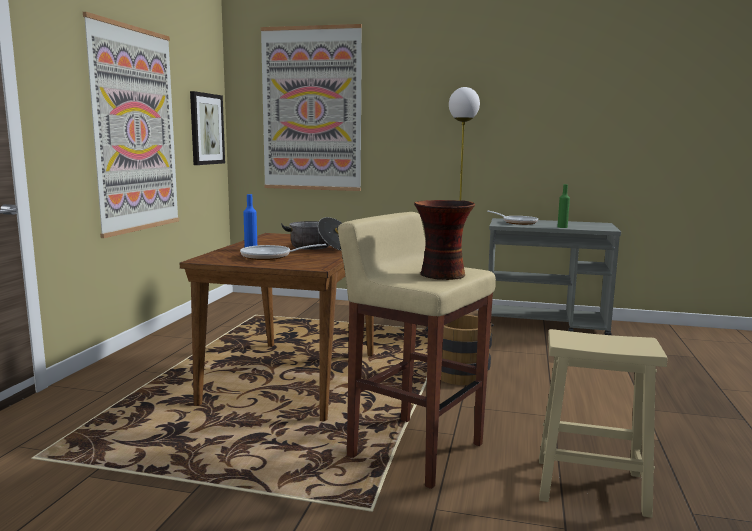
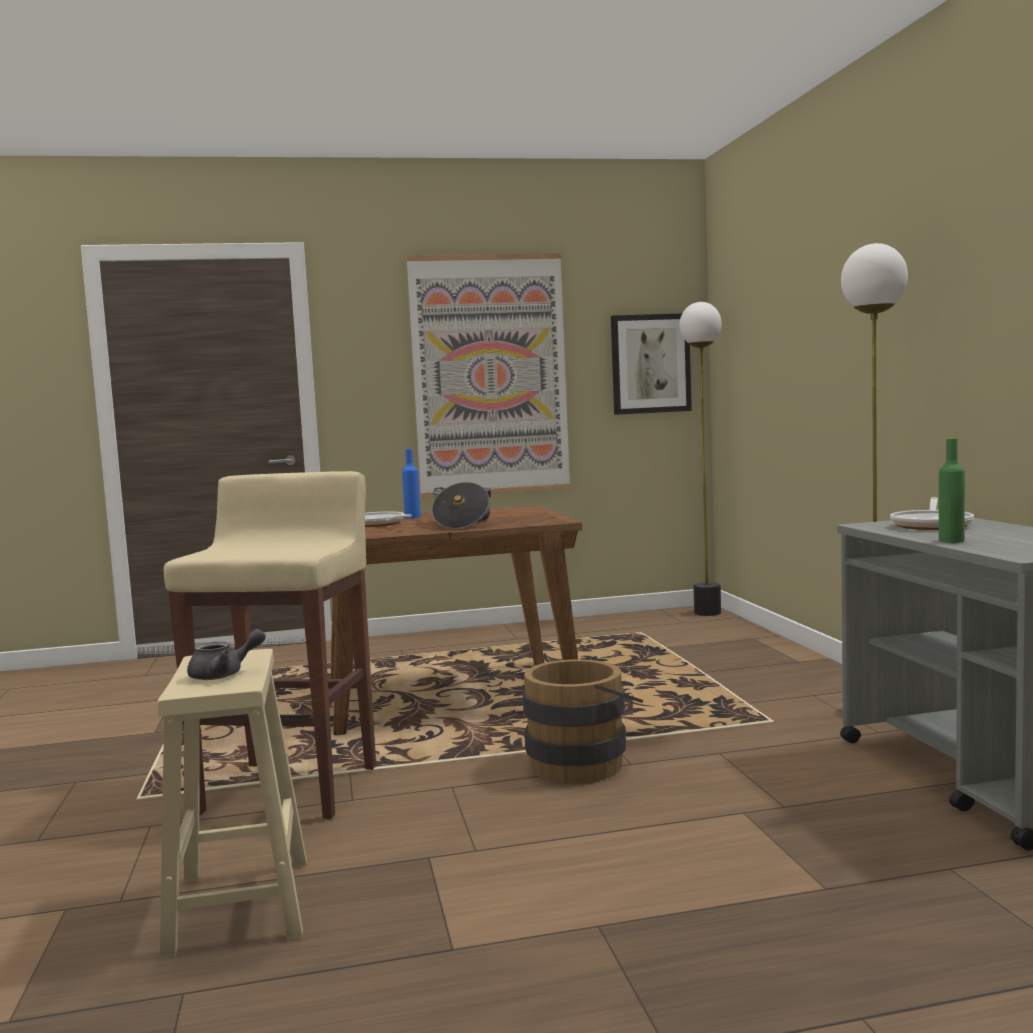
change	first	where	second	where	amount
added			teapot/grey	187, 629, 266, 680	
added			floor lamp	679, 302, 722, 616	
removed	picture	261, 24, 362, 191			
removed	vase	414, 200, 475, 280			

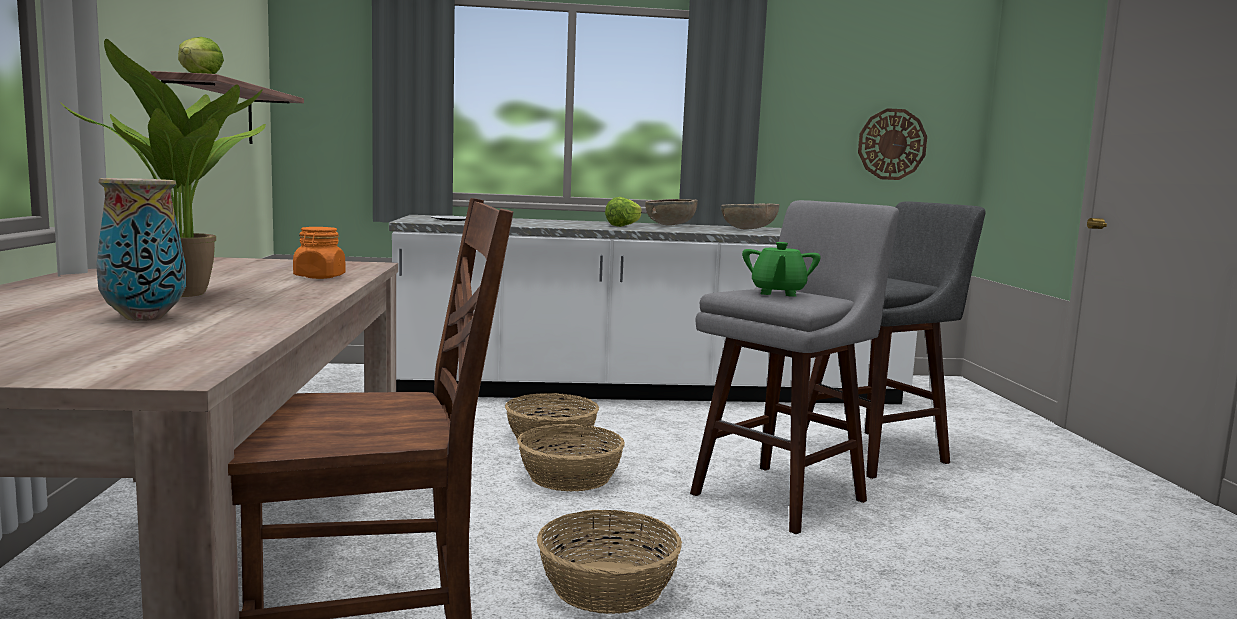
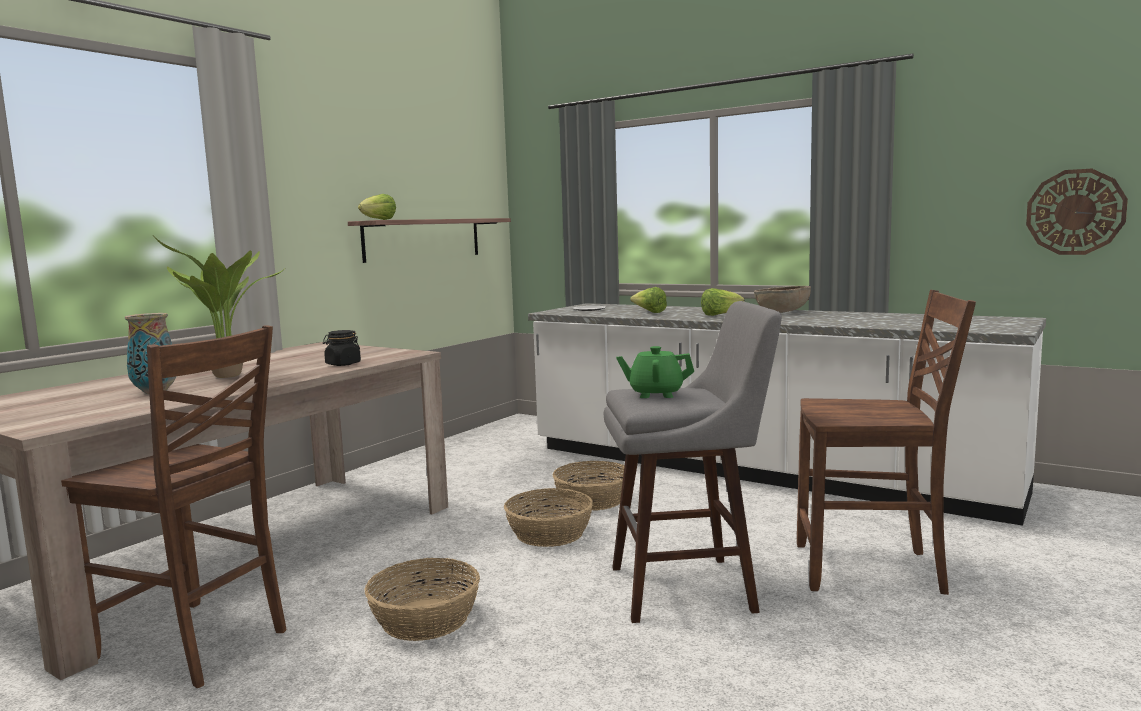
change	first	where	second	where	amount
recoloured	jar/orange	293, 227, 346, 279	jar/black	323, 330, 361, 366	
turned	teapot/green	742, 242, 821, 297		616, 346, 694, 398	45 degrees clockwise
added			lettuce	630, 287, 667, 313	
replaced	stool/grey	807, 201, 986, 479	chair/brown	797, 290, 976, 595	
removed	bowl/brown	721, 203, 779, 230			

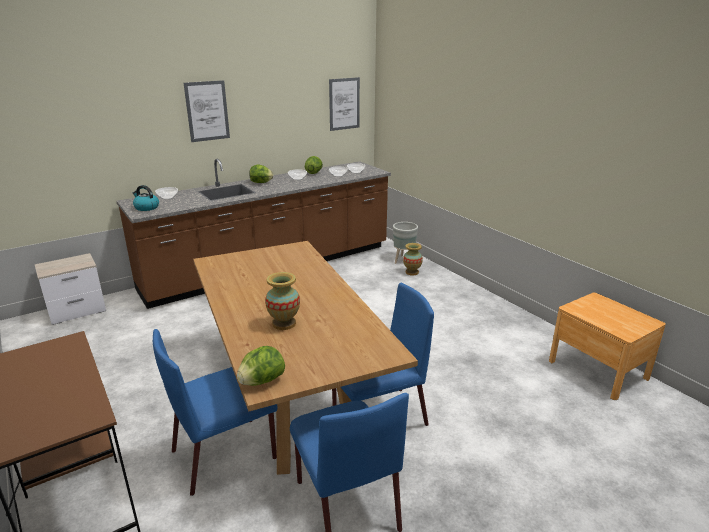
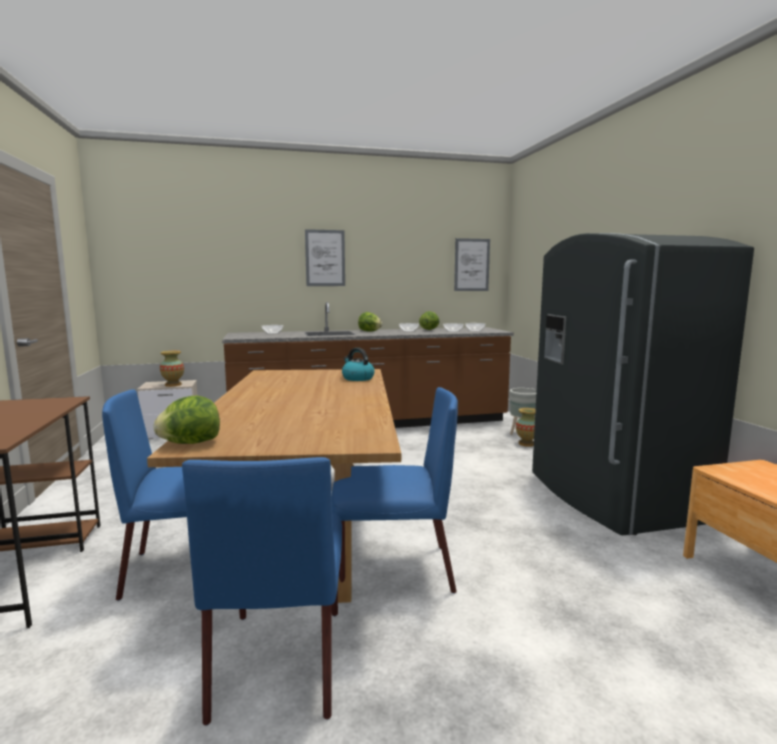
change	first	where	second	where	amount
moved	vase	265, 272, 300, 330		160, 351, 184, 387	
moved	kettle	133, 185, 159, 211		342, 348, 375, 381	
added			fridge/grey	532, 233, 754, 535	

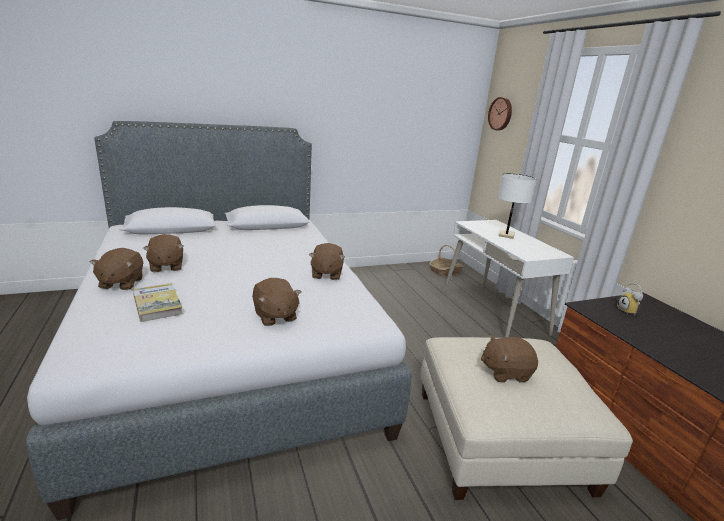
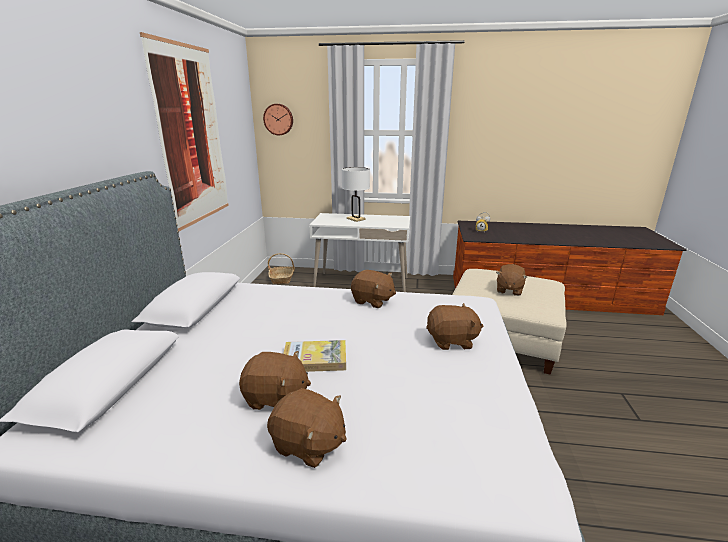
change	first	where	second	where	amount
added			picture	140, 32, 229, 231	
moved	book	133, 283, 183, 322		283, 340, 346, 372	

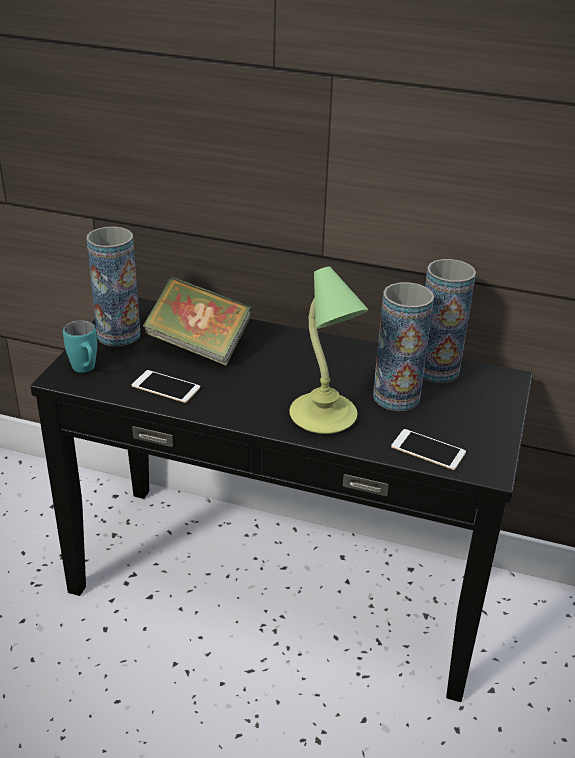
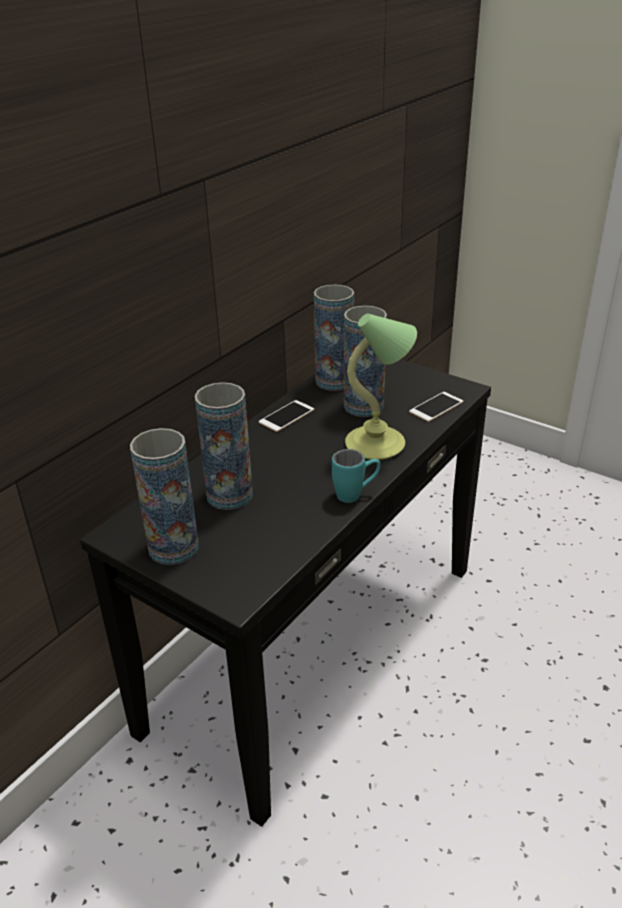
change	first	where	second	where	amount
replaced	book	143, 276, 253, 366	vase	195, 382, 253, 510	
moved	phone	132, 370, 200, 403		259, 400, 314, 432	
moved	mug/turquoise	63, 320, 97, 373		332, 449, 381, 503	

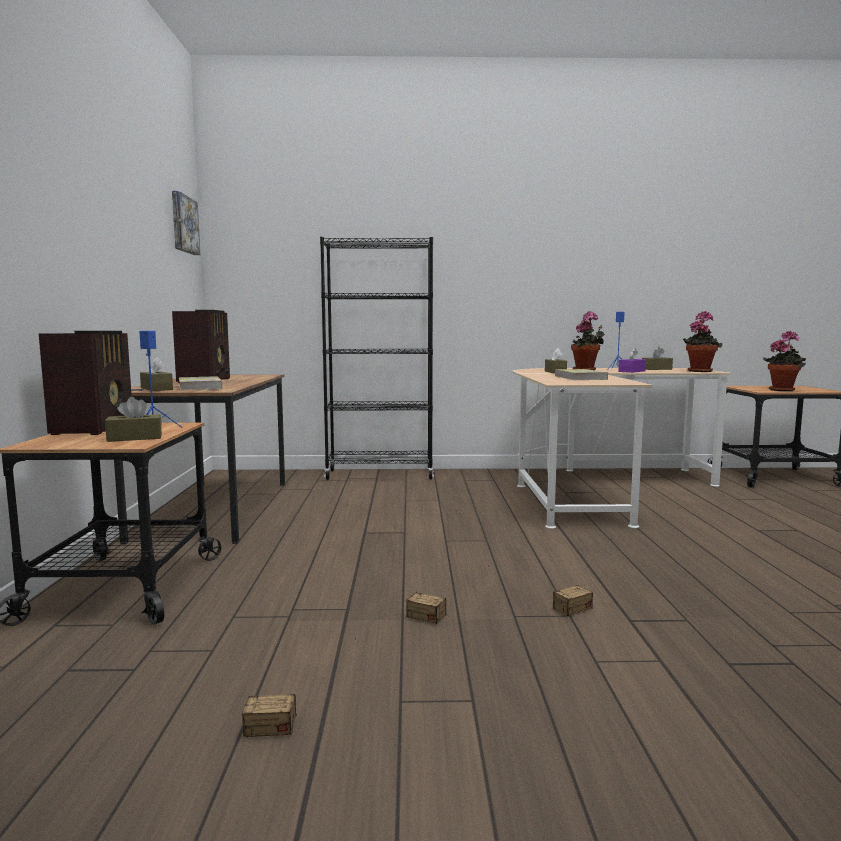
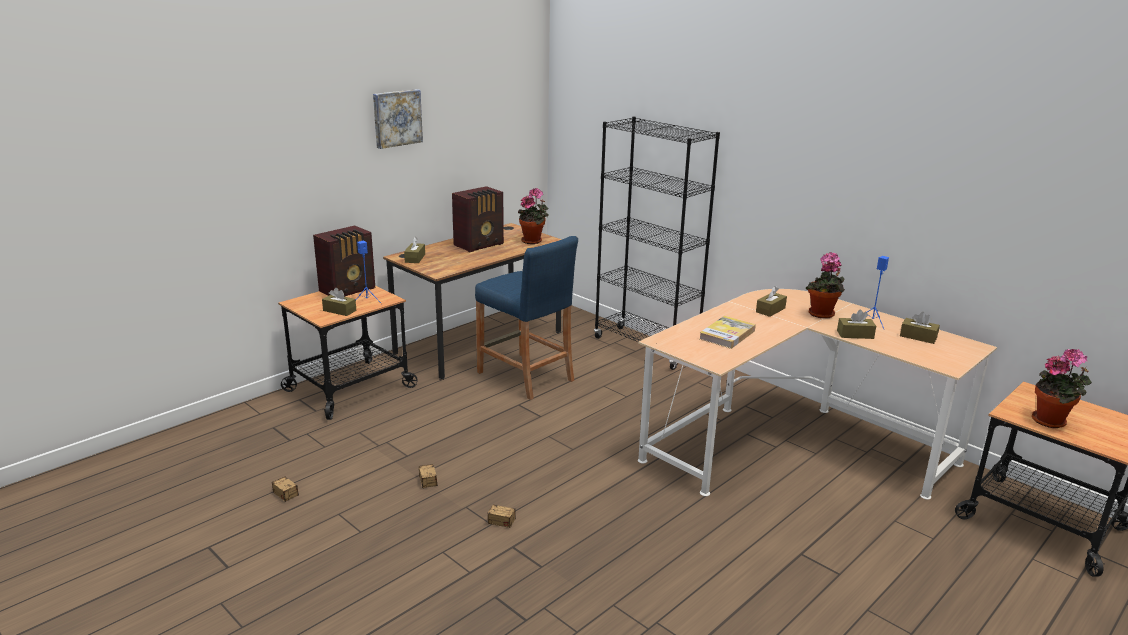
change	first	where	second	where	amount
moved	picture	172, 191, 200, 255		373, 89, 423, 149	
added			stool/blue	475, 236, 578, 400	
moved	potted plant	683, 311, 722, 372		518, 188, 549, 244	
recoloured	tissue box/purple	618, 348, 646, 373	tissue box/brown	837, 310, 876, 339	
removed	book	179, 376, 222, 390			

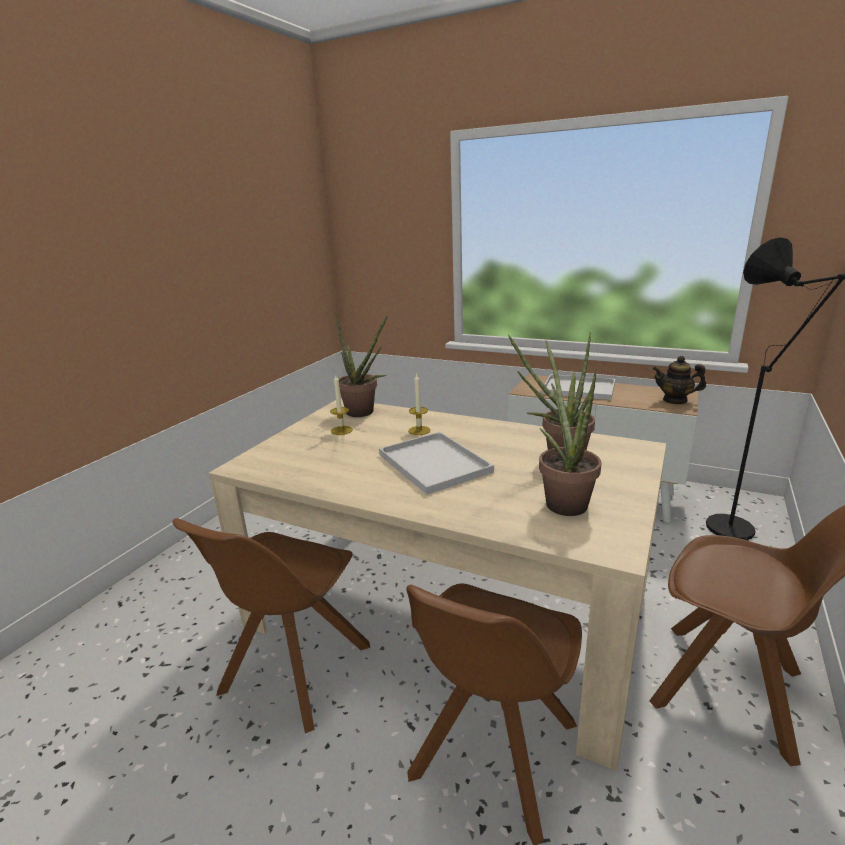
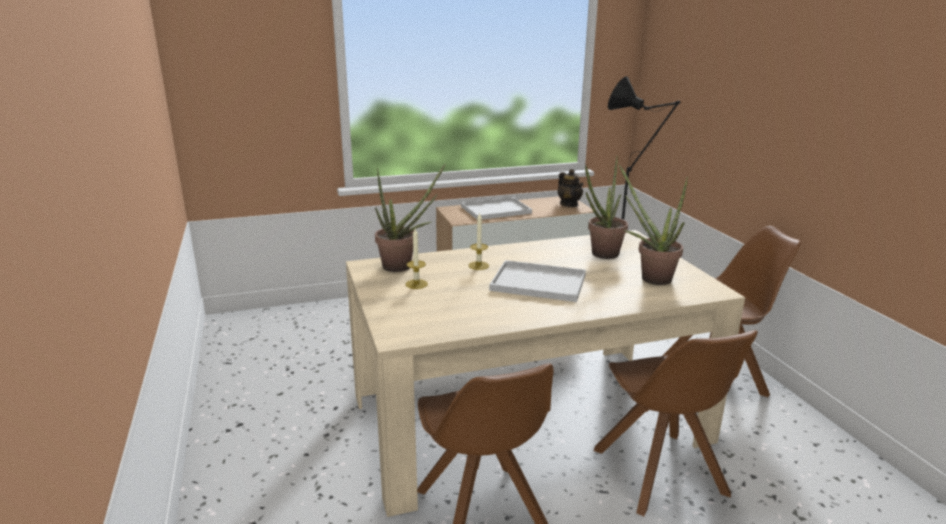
change	first	where	second	where	amount
turned	teapot	653, 356, 706, 404		558, 169, 584, 207	90 degrees counterclockwise

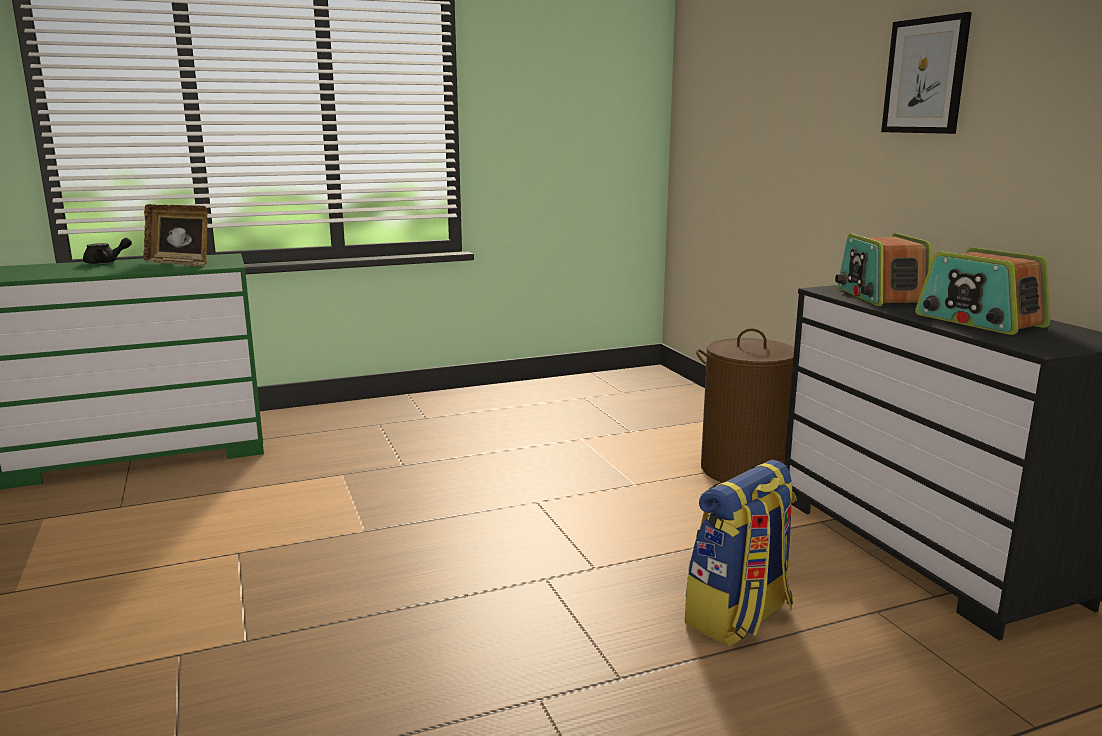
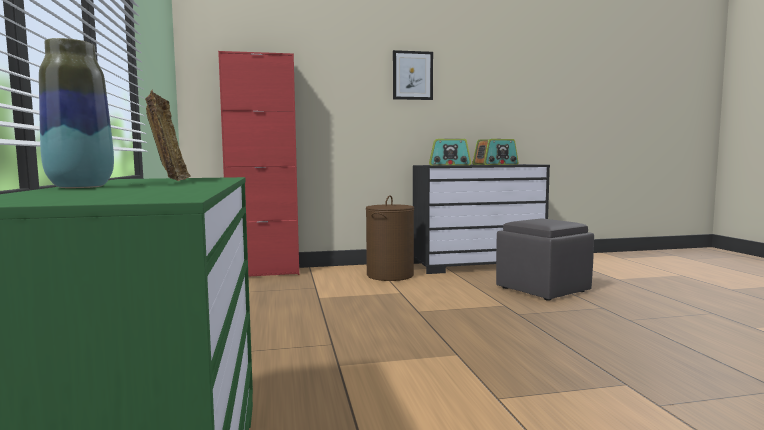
change	first	where	second	where	amount
replaced	teapot/black	83, 238, 132, 264	vase	39, 38, 114, 188	
turned	picture frame	143, 204, 208, 266		145, 89, 191, 181	45 degrees counterclockwise
added			cabinet/red	218, 51, 299, 277	
replaced	backpack	685, 460, 797, 646	ottoman/grey	496, 219, 594, 301	

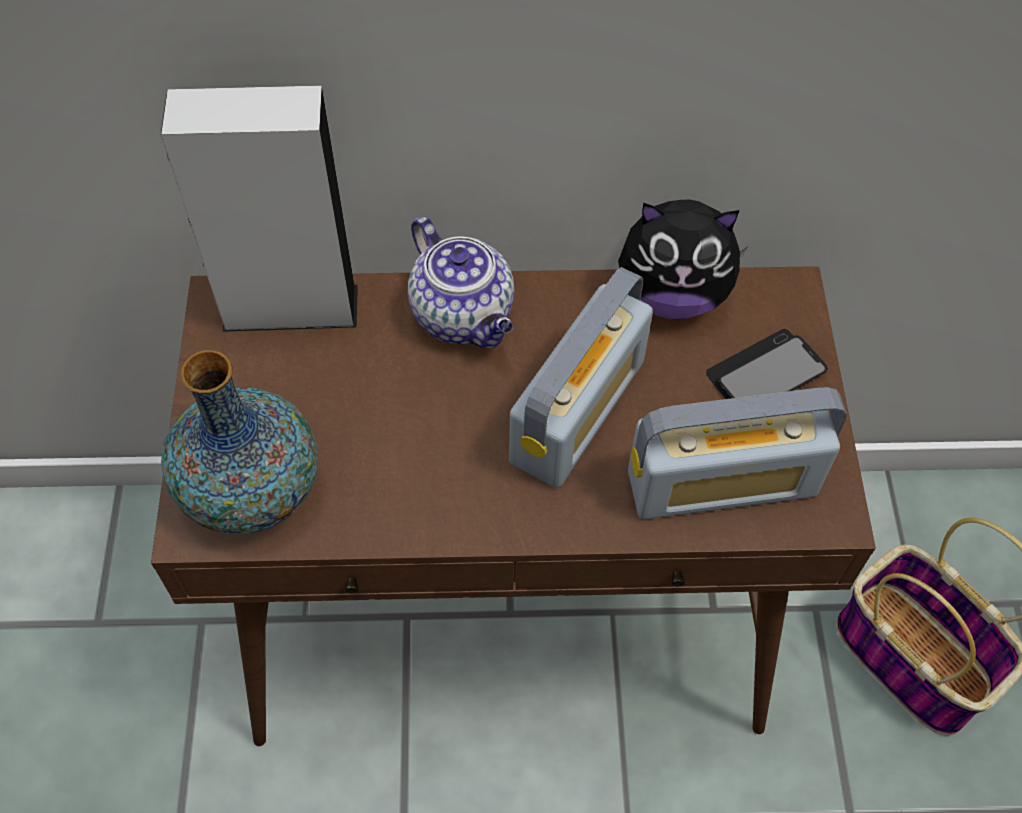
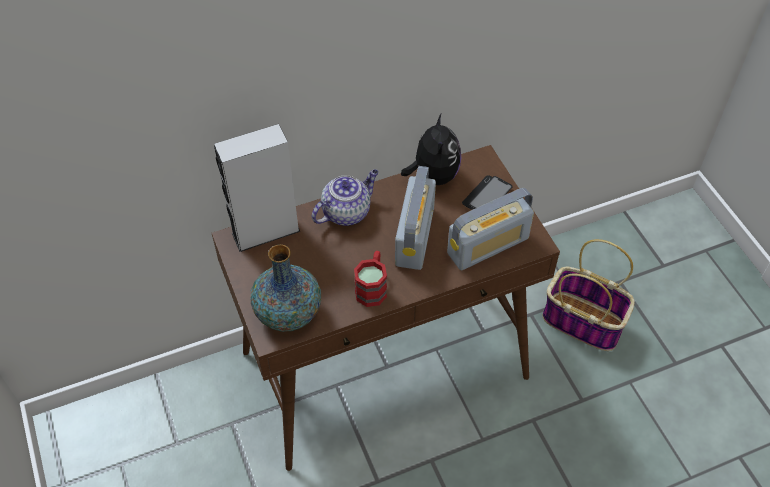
change	first	where	second	where	amount
turned	teapot	408, 216, 515, 348		312, 169, 378, 226	75 degrees counterclockwise
added			mug/red	354, 251, 387, 307	
turned	plush toy	618, 199, 748, 319		401, 114, 461, 185	75 degrees counterclockwise

